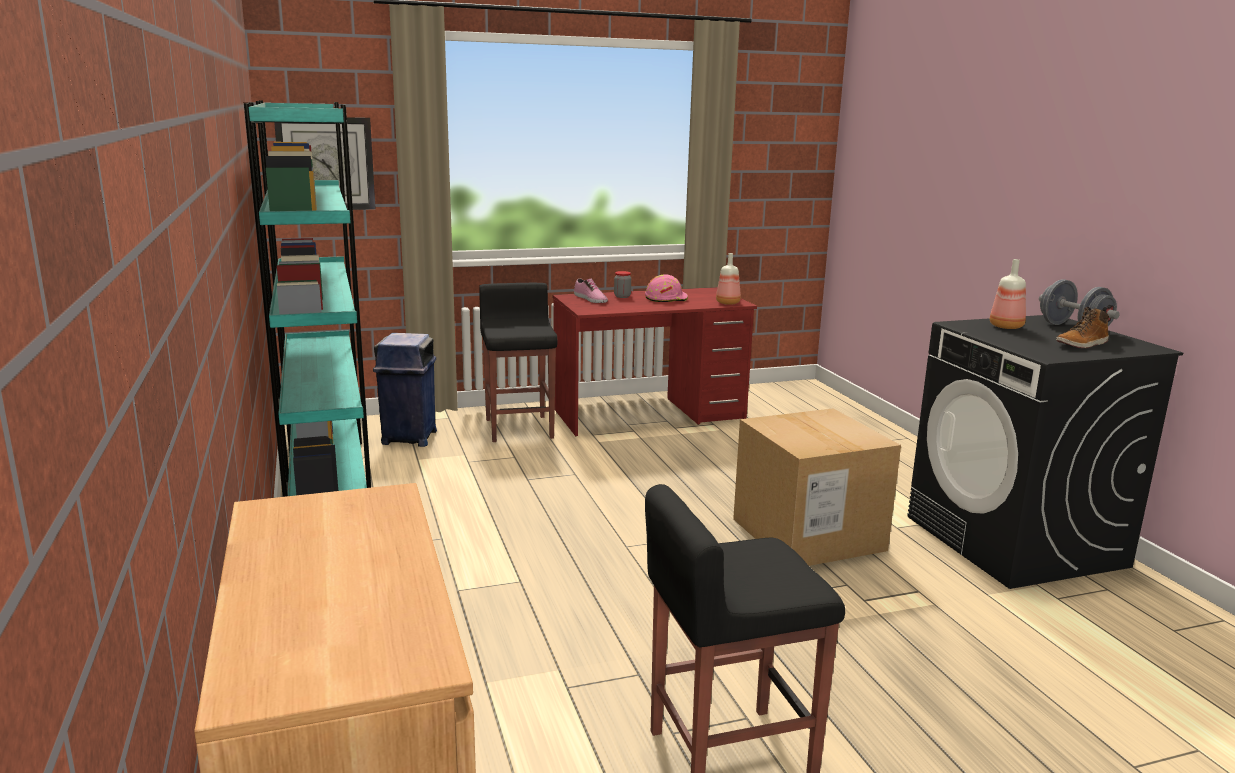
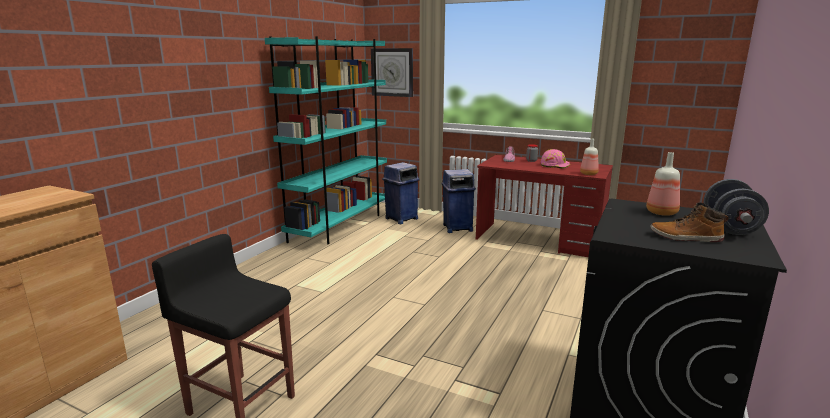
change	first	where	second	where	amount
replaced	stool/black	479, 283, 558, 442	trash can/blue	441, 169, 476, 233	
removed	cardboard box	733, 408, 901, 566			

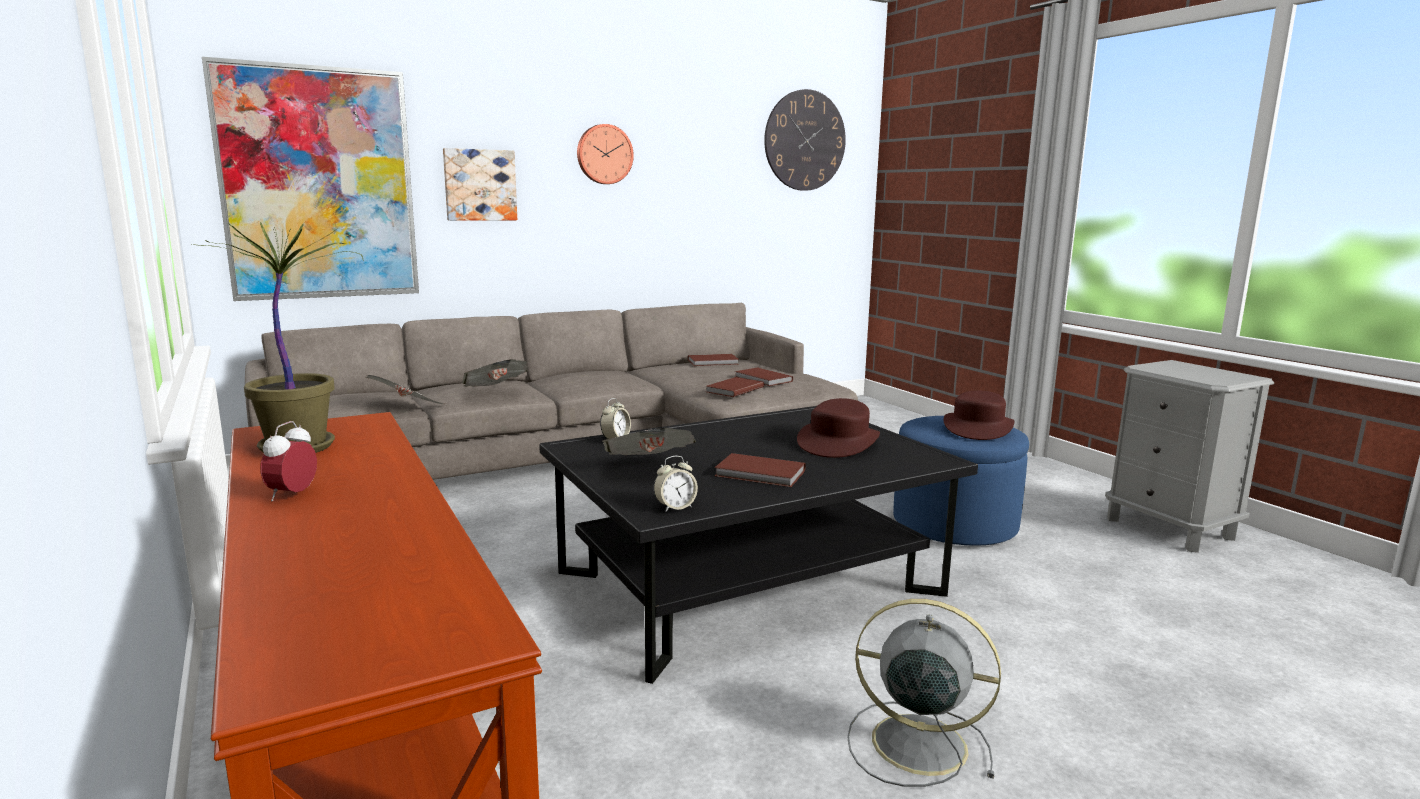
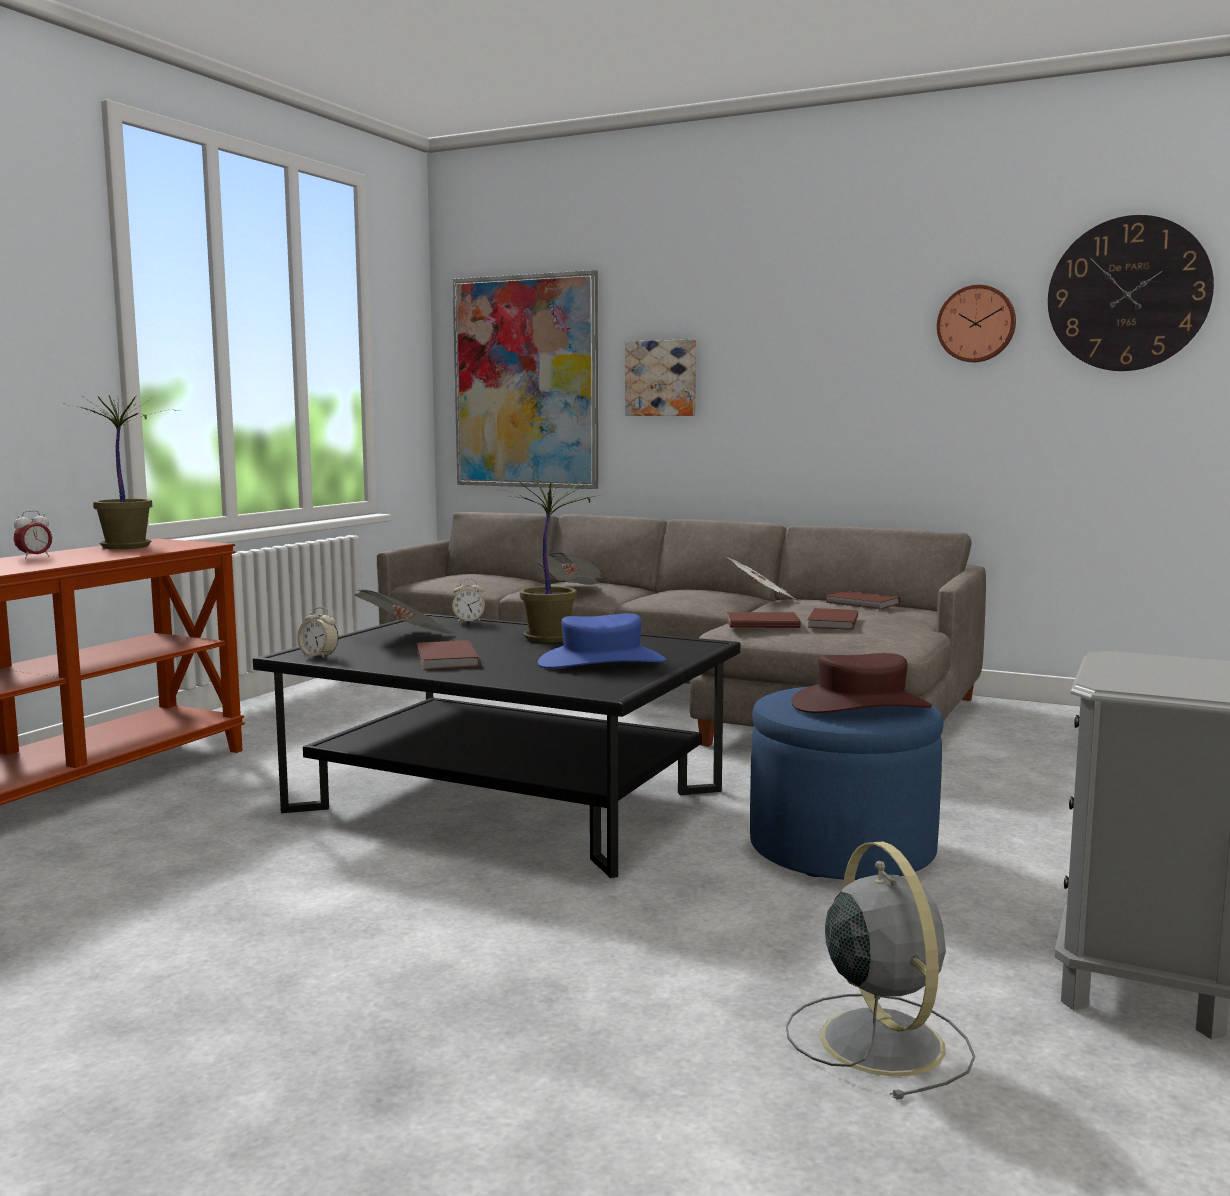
change	first	where	second	where	amount
turned	alarm clock	260, 421, 317, 501		14, 510, 52, 559	150 degrees clockwise
added			potted plant	496, 480, 602, 643	
recoloured	hat/brown	797, 398, 880, 458	hat/blue	538, 613, 666, 668	
moved	newspaper	366, 375, 444, 404		723, 556, 800, 601	
moved	fan/grey	847, 599, 1001, 787		786, 842, 975, 1100	
moved	wall clock	577, 124, 634, 184		937, 285, 1016, 362	

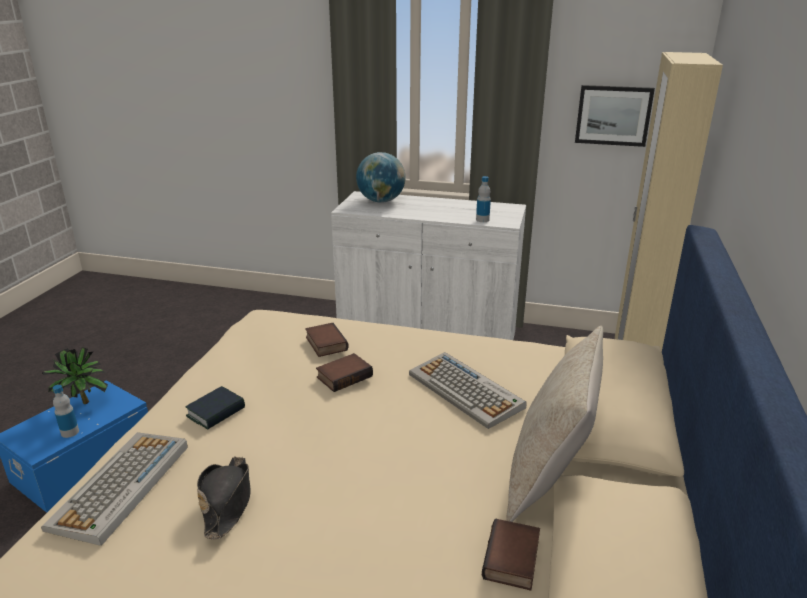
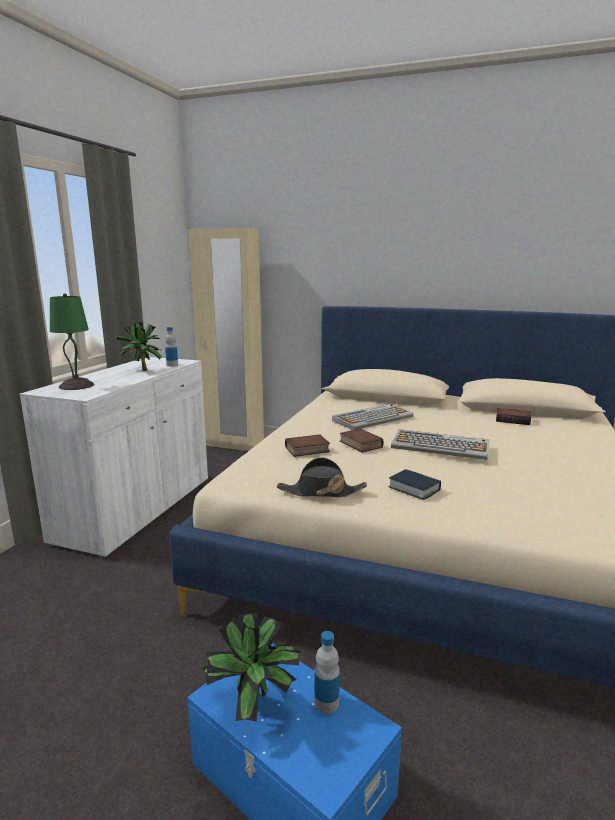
change	first	where	second	where	amount
replaced	globe	356, 152, 406, 203	table lamp/green	50, 293, 94, 390	
added			potted plant	116, 322, 162, 371	
moved	hat/black	197, 456, 250, 540		277, 457, 367, 497	
moved	keyboard	41, 432, 188, 546		391, 429, 489, 460	
removed	pillow/beige	506, 326, 603, 522			
removed	picture	575, 85, 655, 147			

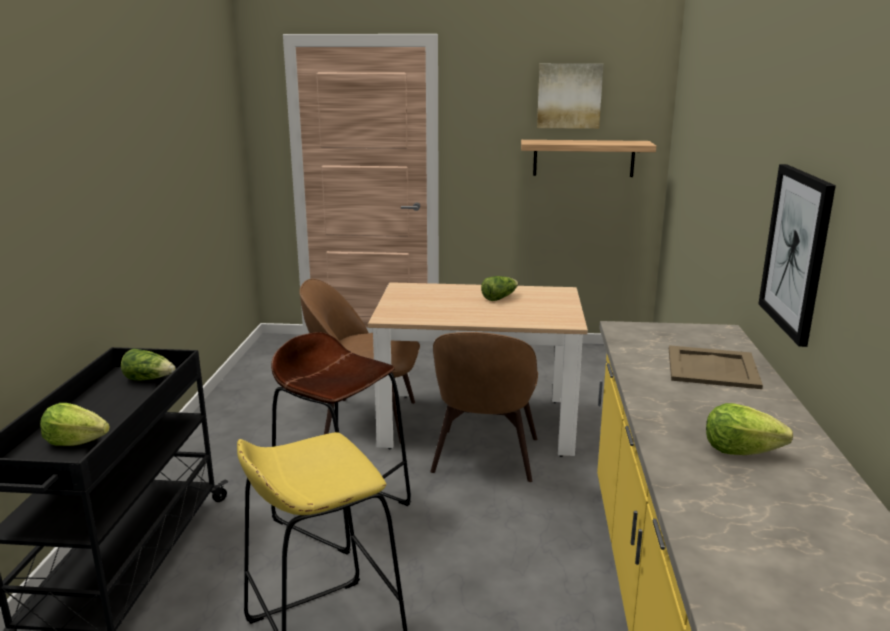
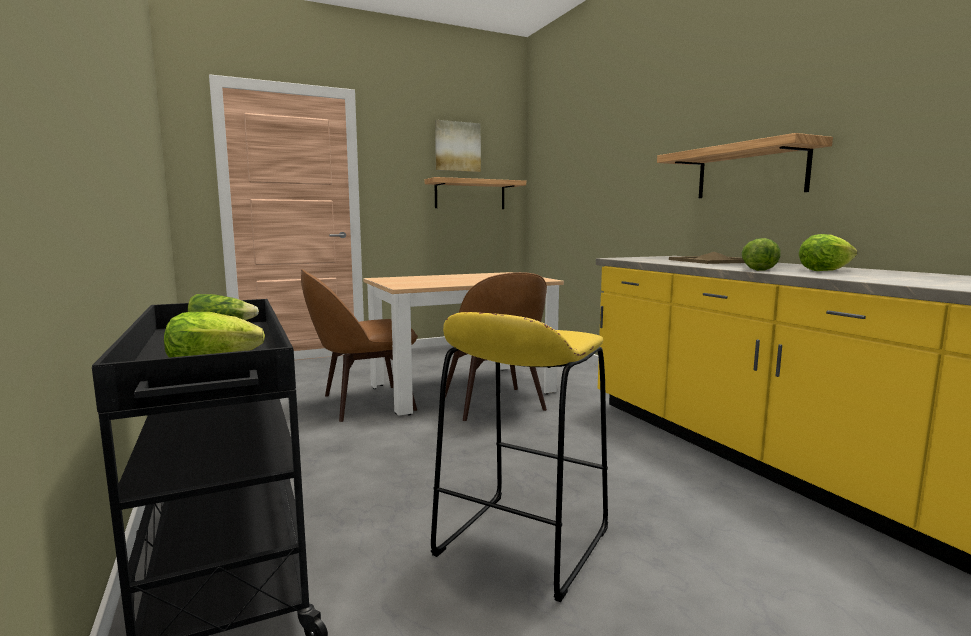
change	first	where	second	where	amount
replaced	picture	758, 164, 836, 347	shelf	657, 133, 833, 198	
moved	lettuce	481, 276, 519, 301		742, 238, 781, 271	
removed	stool/brown	271, 332, 411, 555			

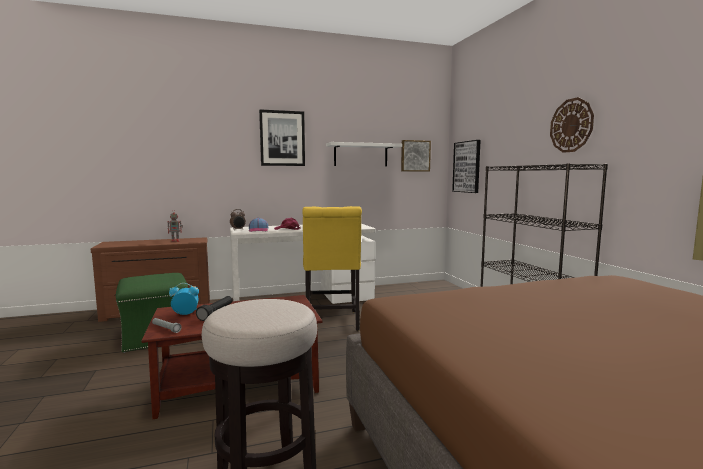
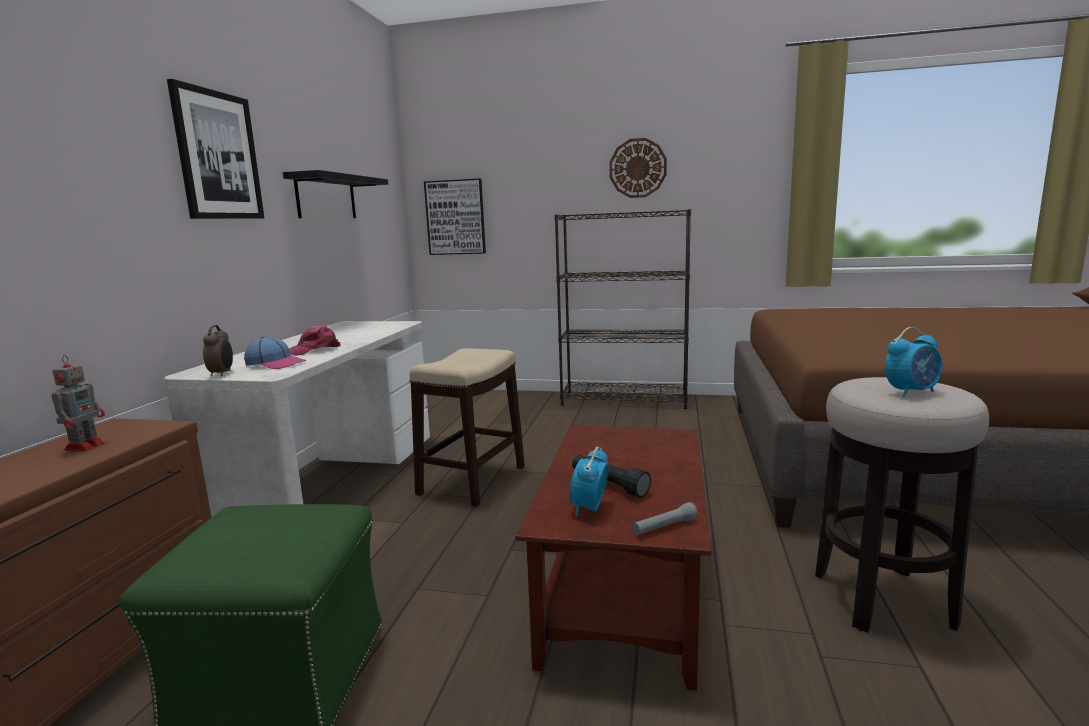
change	first	where	second	where	amount
recoloured	shelf/white	326, 142, 402, 166	shelf/black	283, 170, 388, 218	
replaced	chair/yellow	302, 206, 362, 331	stool	409, 348, 525, 507	
added			alarm clock	885, 327, 942, 397	
removed	picture	401, 140, 431, 171			

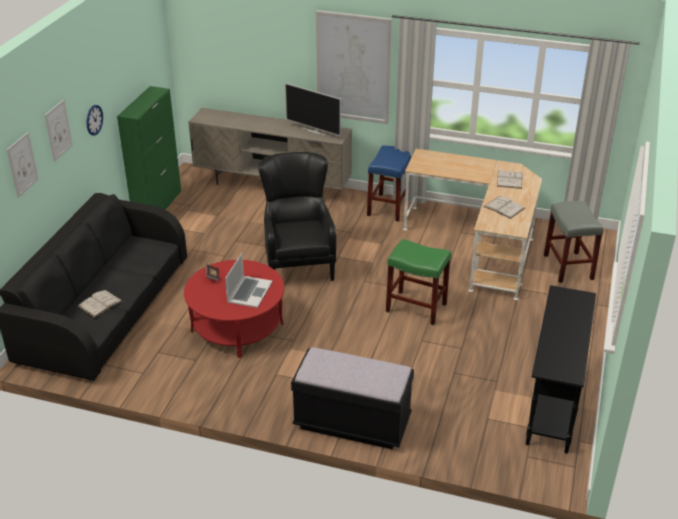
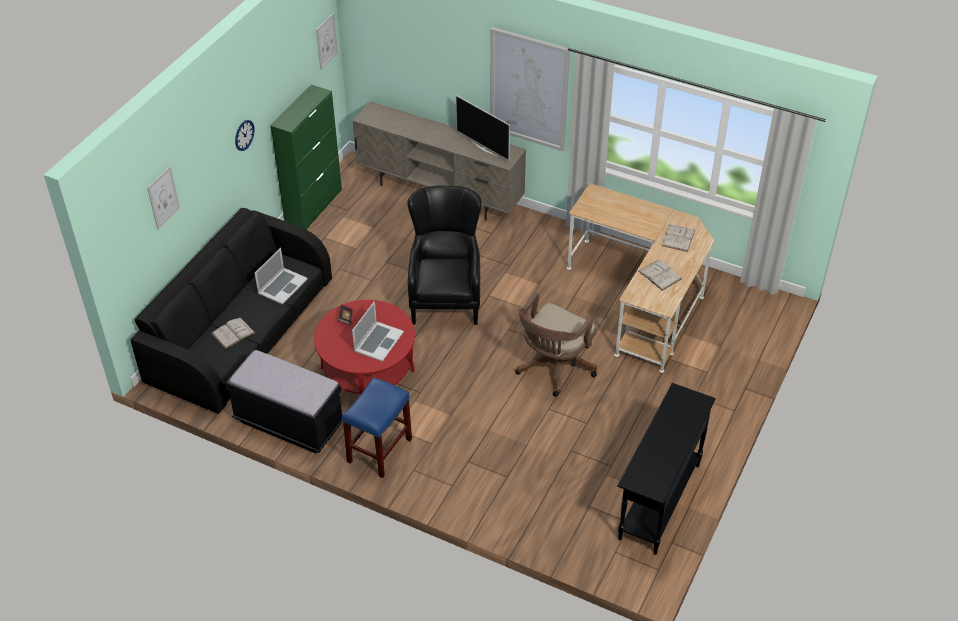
change	first	where	second	where	amount
moved	bench/black	291, 347, 414, 449		225, 350, 342, 453	
added			laptop	255, 248, 308, 305	
moved	picture	44, 100, 73, 162		316, 13, 338, 70	
moved	stool/blue	367, 146, 411, 222		342, 377, 412, 478	
replaced	stool/green	386, 239, 452, 325	office chair/brown	515, 293, 597, 397	
removed	stool/grey	544, 201, 604, 283			

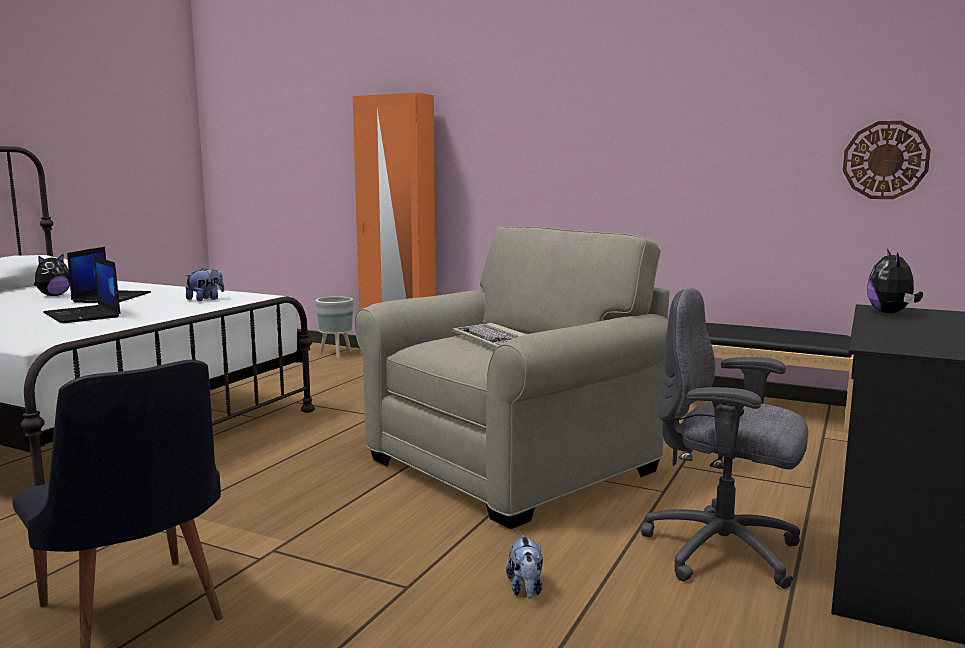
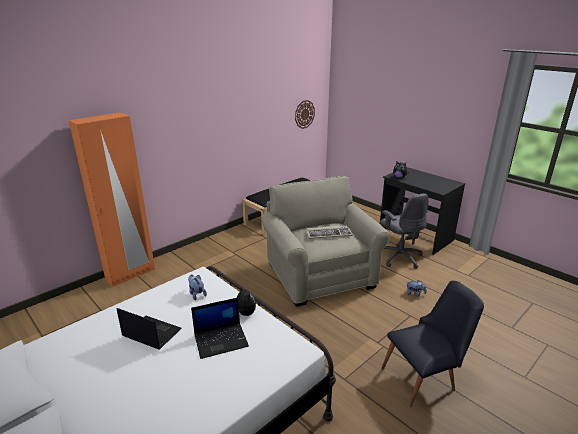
change	first	where	second	where	amount
moved	plush toy	34, 253, 70, 296		237, 285, 256, 316	
turned	office chair/grey	641, 288, 808, 589		380, 193, 428, 269	75 degrees counterclockwise
removed	planter/grey	316, 296, 353, 358			

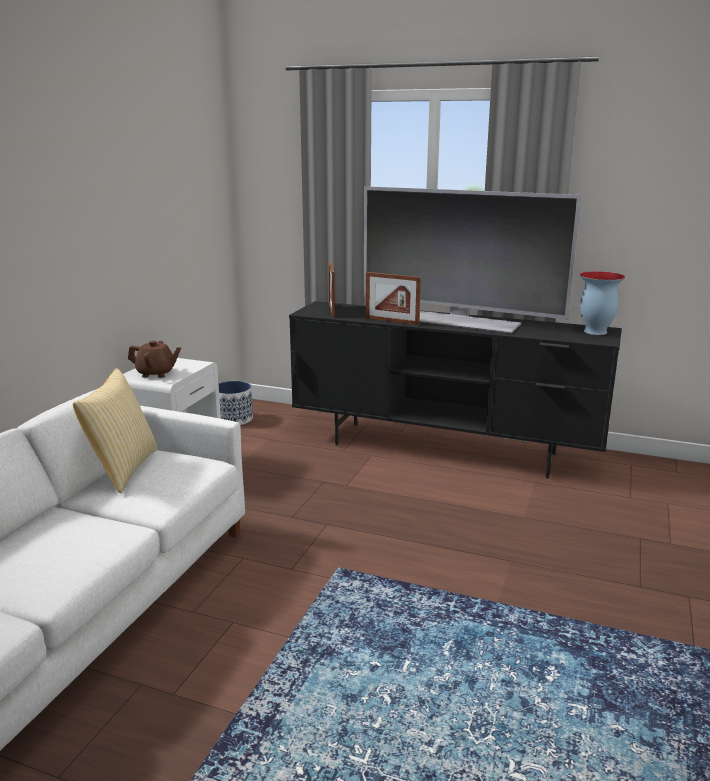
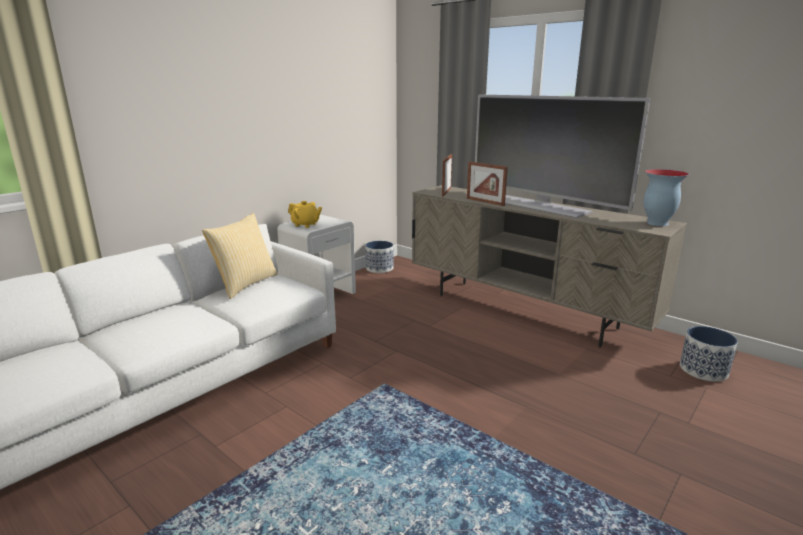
change	first	where	second	where	amount
recoloured	teapot/brown	128, 341, 181, 378	teapot/yellow	288, 201, 322, 228	
recoloured	tv stand/black	289, 301, 622, 479	tv stand/beige	412, 185, 687, 348	
added			planter	680, 326, 738, 382	

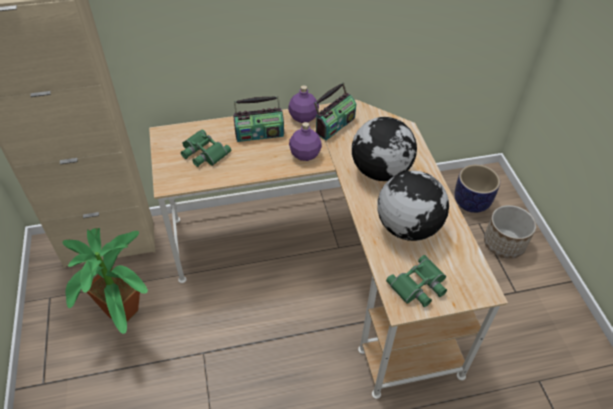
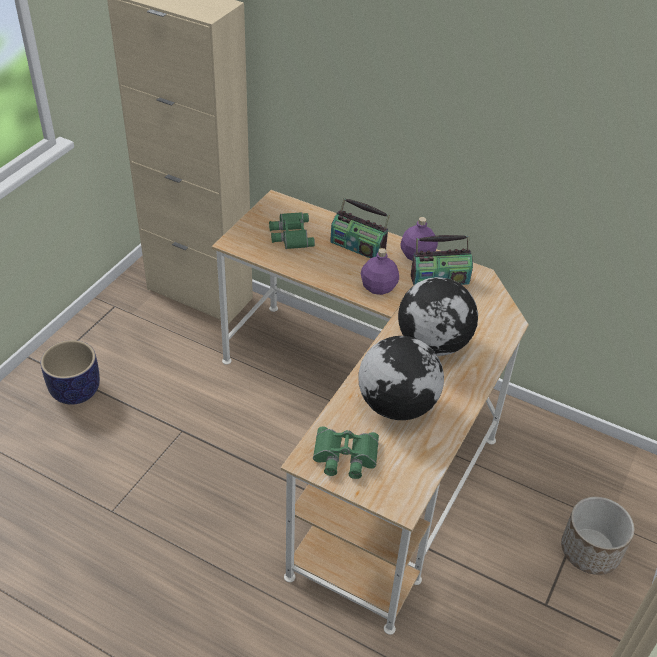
change	first	where	second	where	amount
moved	planter	454, 164, 500, 213		41, 340, 100, 405	
removed	potted plant	62, 228, 148, 334			

